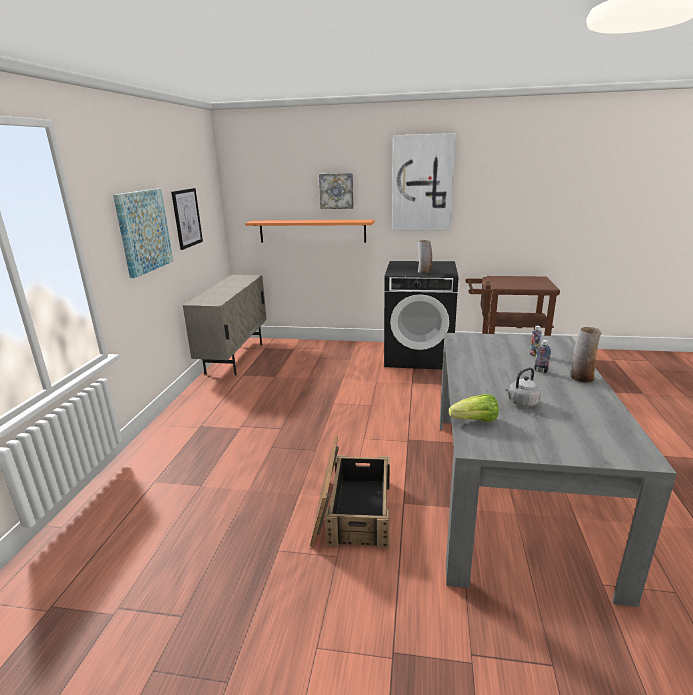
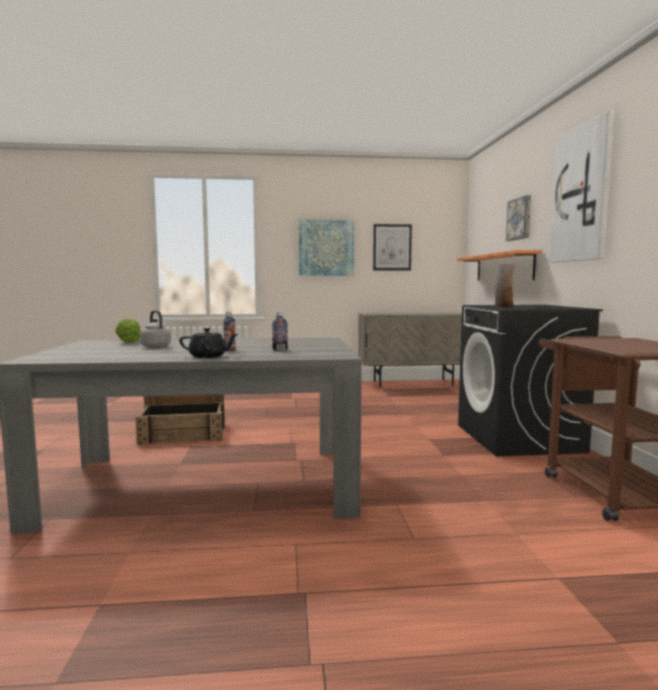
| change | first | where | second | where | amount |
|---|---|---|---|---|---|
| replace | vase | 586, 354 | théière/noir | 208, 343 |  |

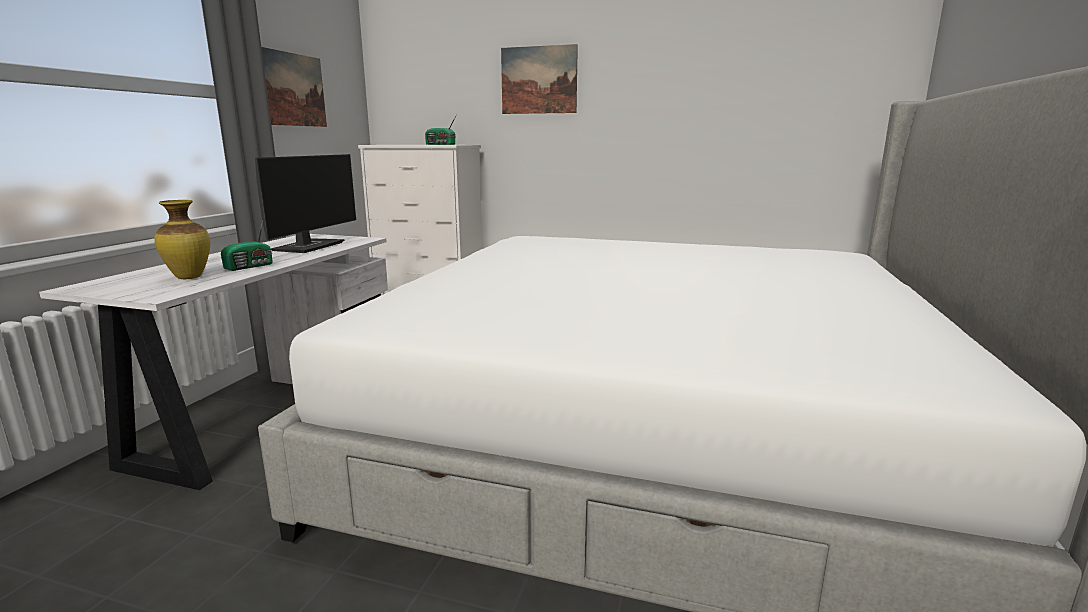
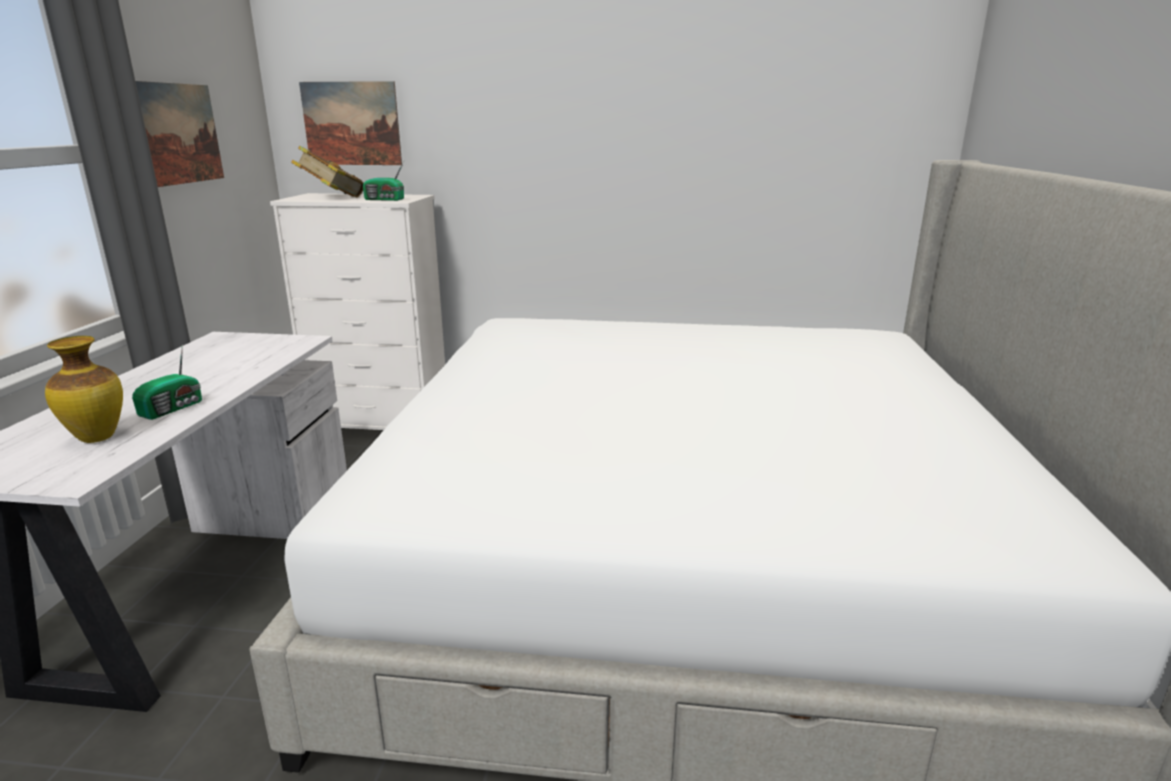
| change | first | where | second | where | amount |
|---|---|---|---|---|---|
| insert |  |  | livre | 327, 172 |  |
| move | tableau | 539, 79 |  | 350, 123 |  |
| delete | écran d'ordinateur | 305, 203 |  |  |  |

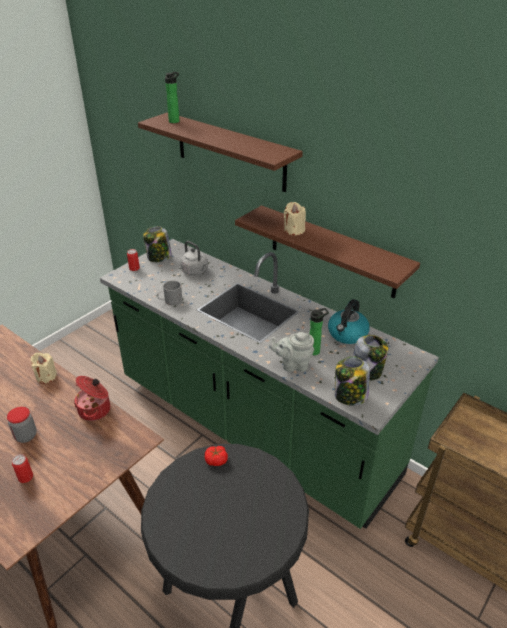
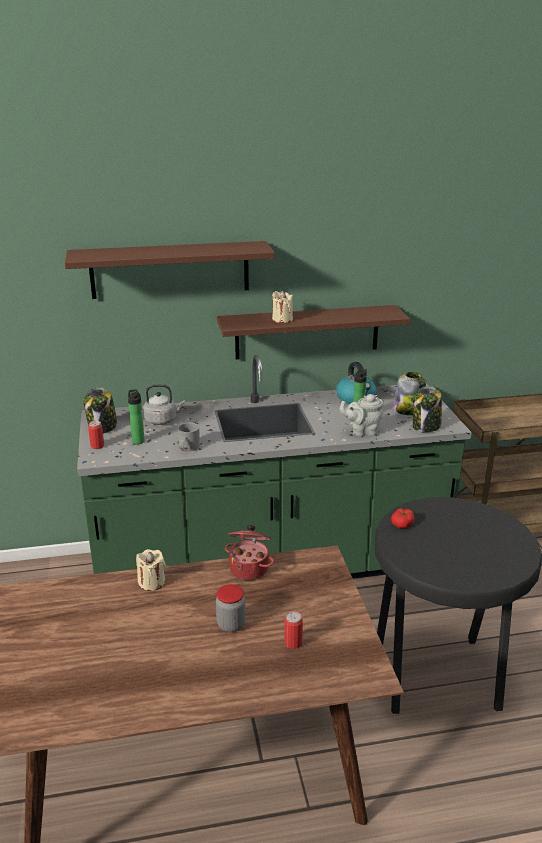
| change | first | where | second | where | amount |
|---|---|---|---|---|---|
| move | bouteille | 172, 97 |  | 136, 416 |  |
| rotate | théière/gris | 291, 352 |  | 361, 415 | 45 degrees clockwise |

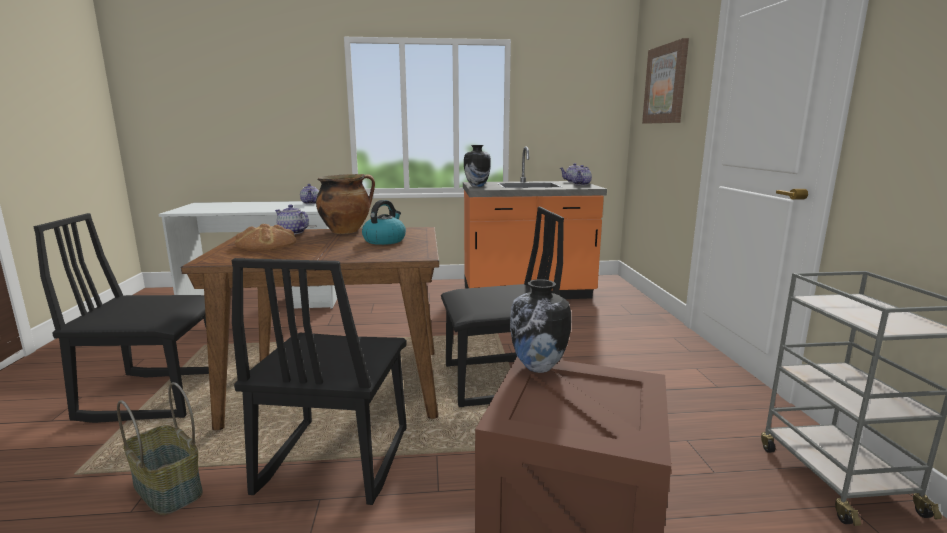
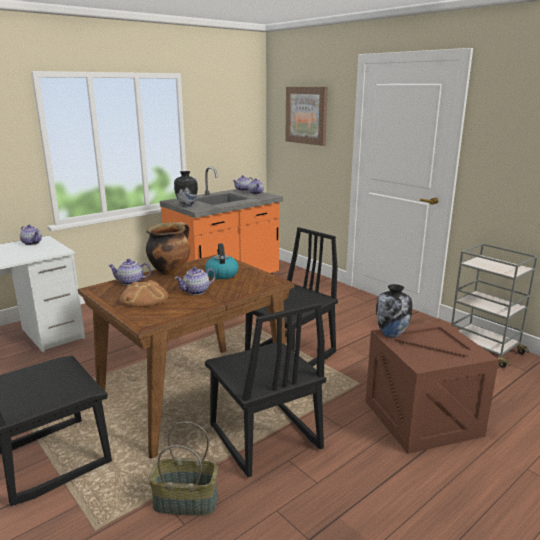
| change | first | where | second | where | amount |
|---|---|---|---|---|---|
| insert |  |  | théière | 195, 281 |  |

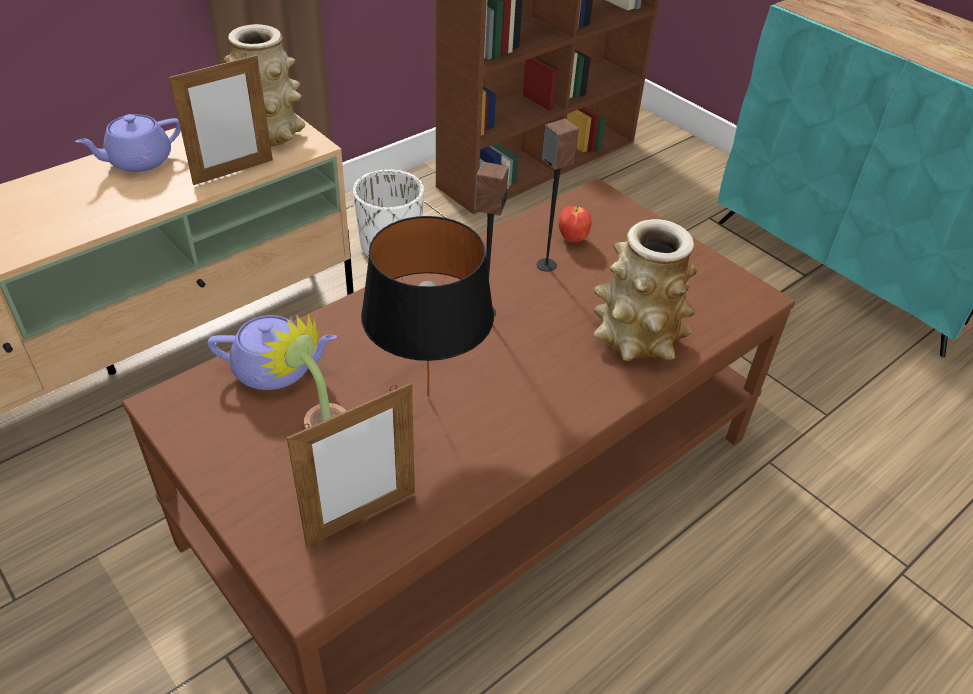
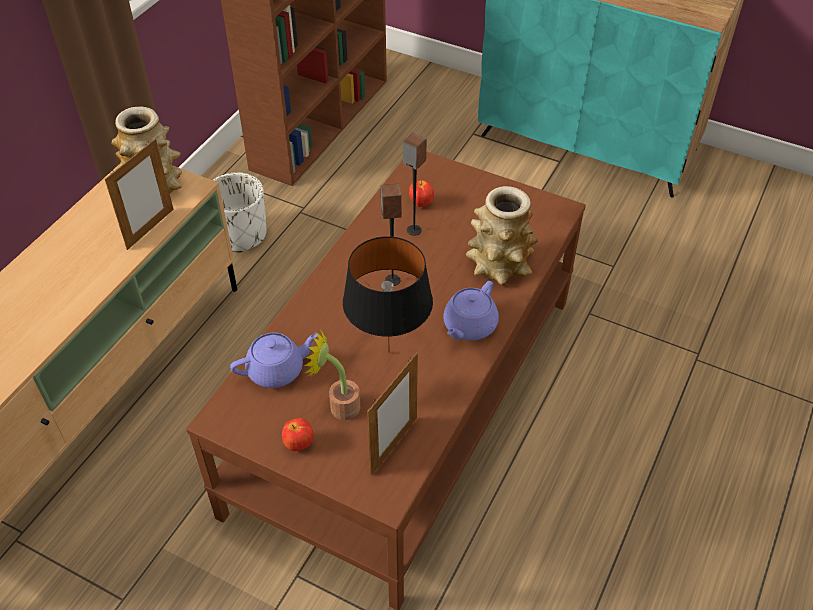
| change | first | where | second | where | amount |
|---|---|---|---|---|---|
| insert |  |  | pomme | 297, 434 |  |
| move | théière/violet | 128, 143 |  | 471, 310 |  |

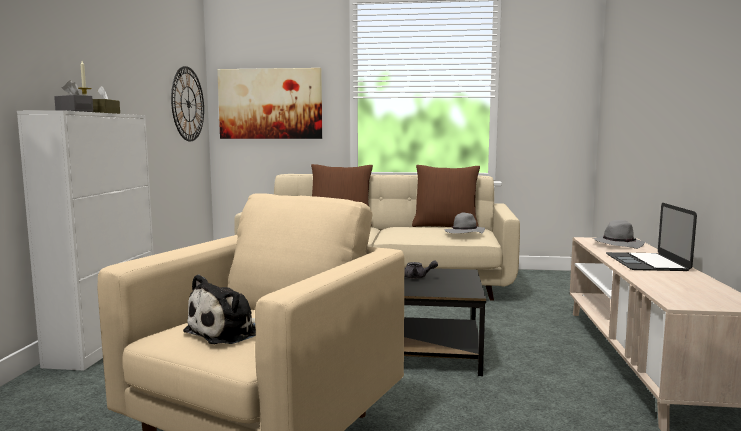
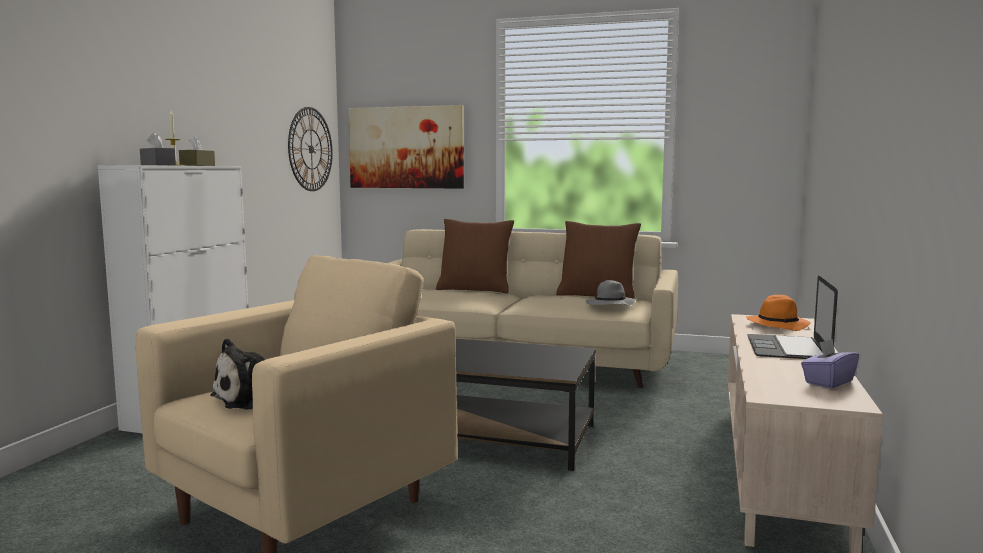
| change | first | where | second | where | amount |
|---|---|---|---|---|---|
| recolor | chapeau/gris | 619, 234 | chapeau/orange | 778, 313 |  |
| insert |  |  | boîte à mouchoirs/violet | 830, 364 |  |
| delete | théière/gris | 421, 269 |  |  |  |

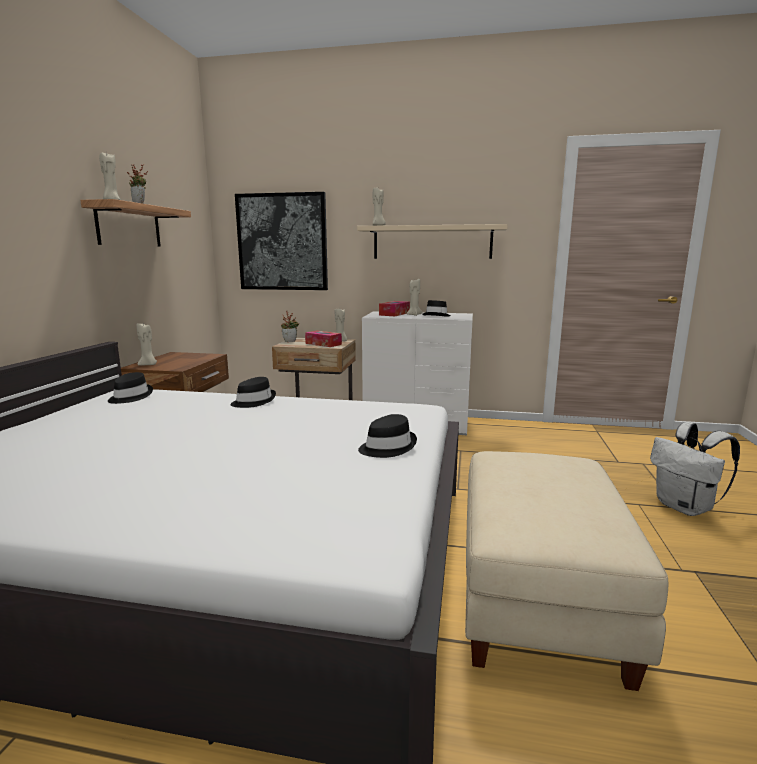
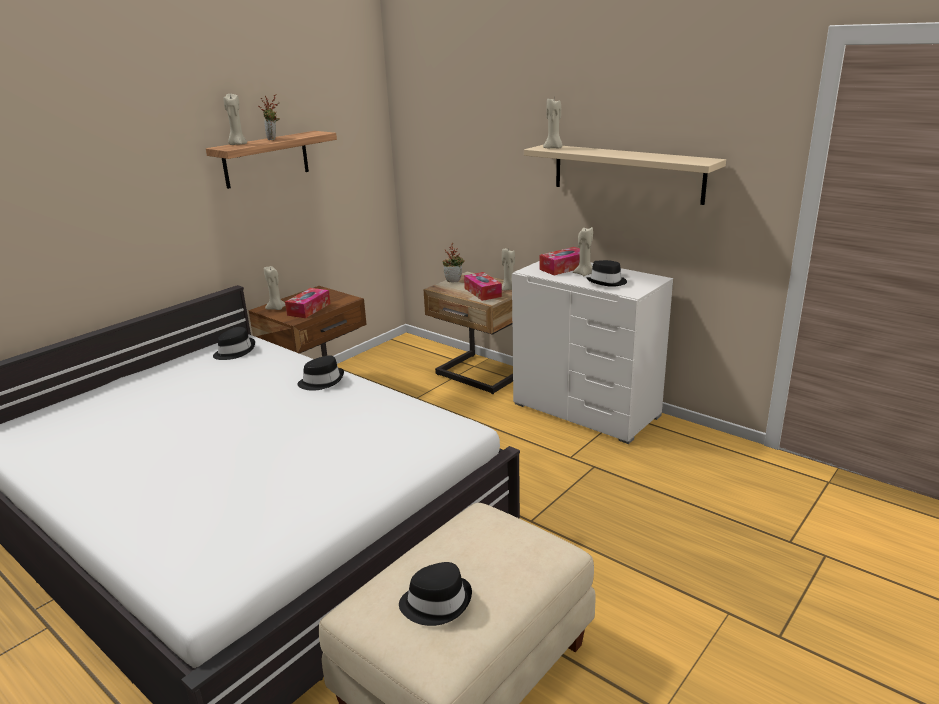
| change | first | where | second | where | amount |
|---|---|---|---|---|---|
| insert |  |  | boîte à mouchoirs | 308, 303 |  |
| move | chapeau/noir | 387, 436 |  | 435, 594 |  |
| delete | tableau | 281, 241 |  |  |  |
| delete | sac à dos/blanc | 695, 469 |  |  |  |

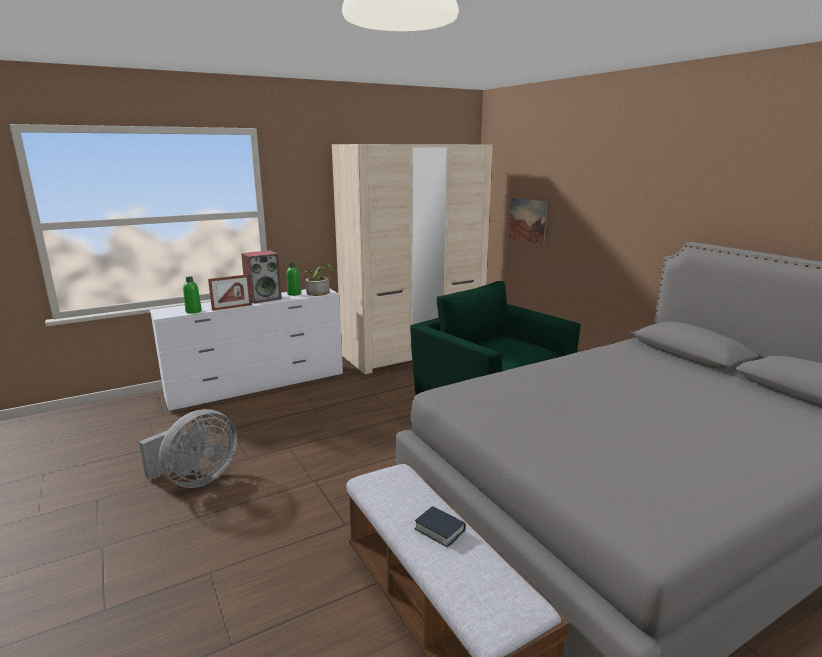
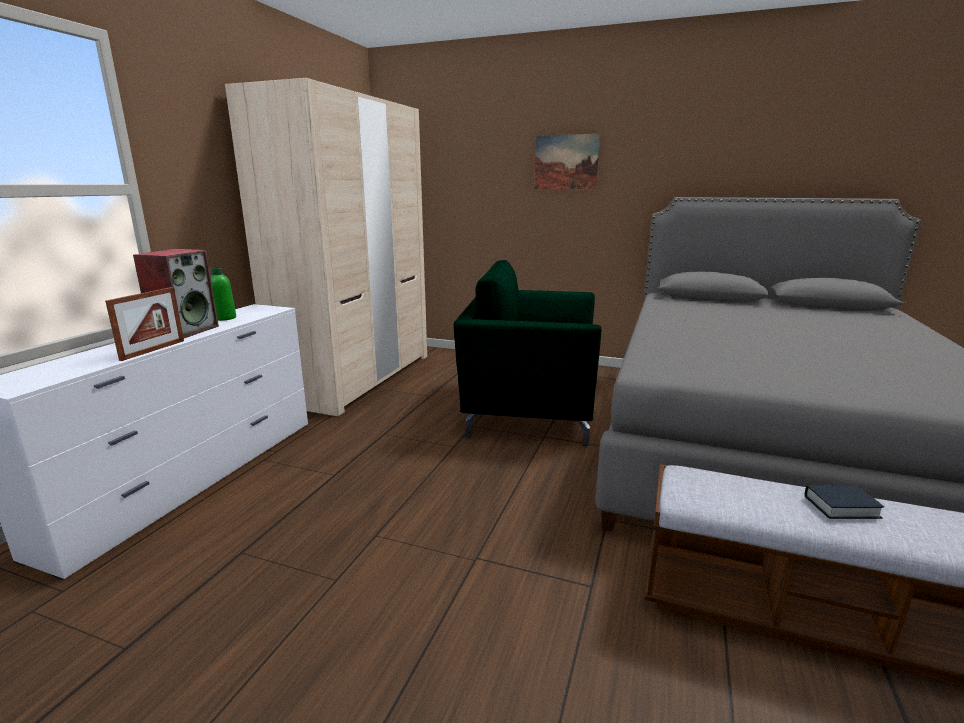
| change | first | where | second | where | amount |
|---|---|---|---|---|---|
| move | tableau | 528, 221 |  | 567, 161 |  |
| delete | ventilateur/gris | 188, 448 |  |  |  |
| delete | bouteille/vert | 192, 295 |  |  |  |
| delete | plante en pot | 318, 280 |  |  |  |

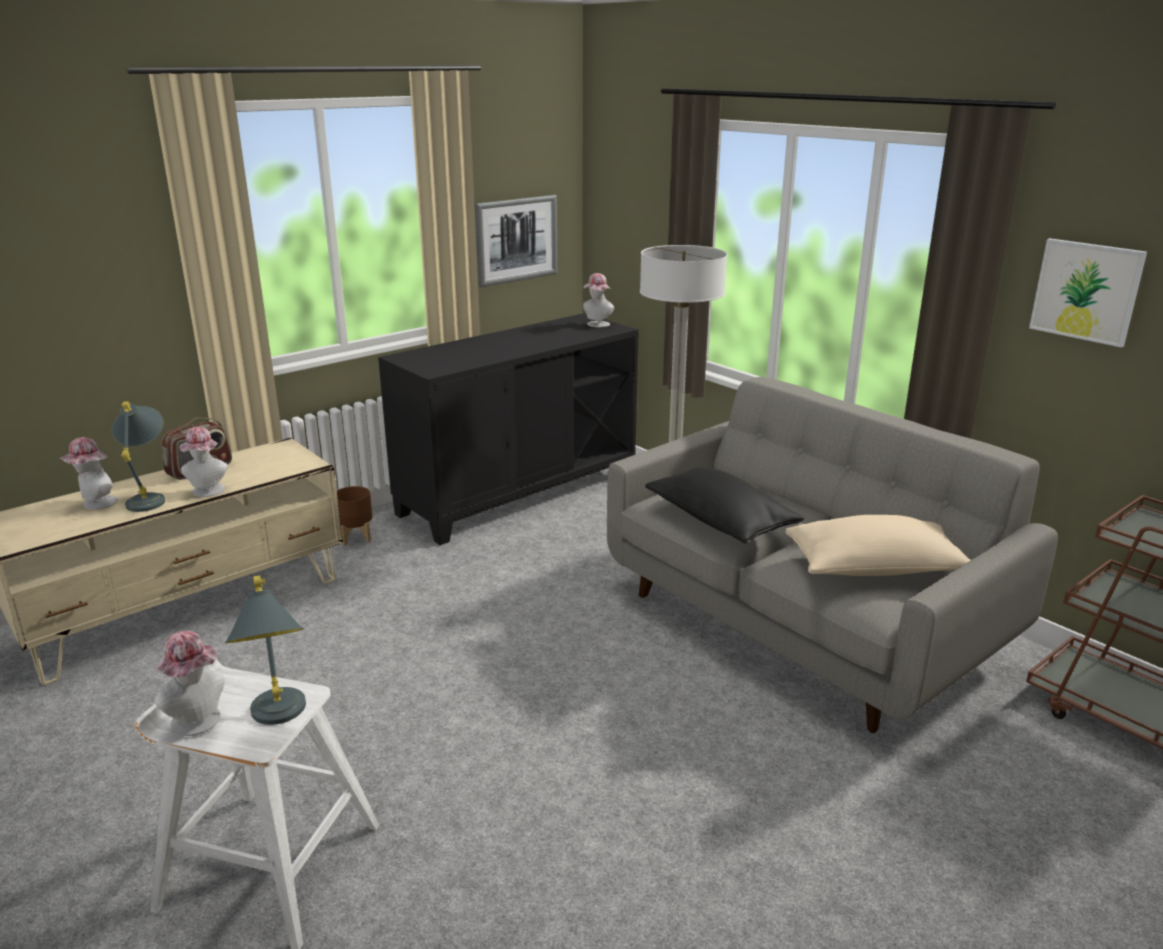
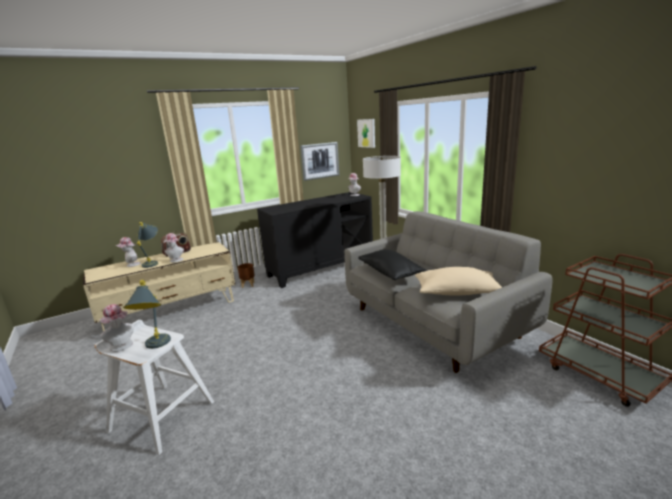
| change | first | where | second | where | amount |
|---|---|---|---|---|---|
| move | tableau | 1088, 292 |  | 366, 133 |  |

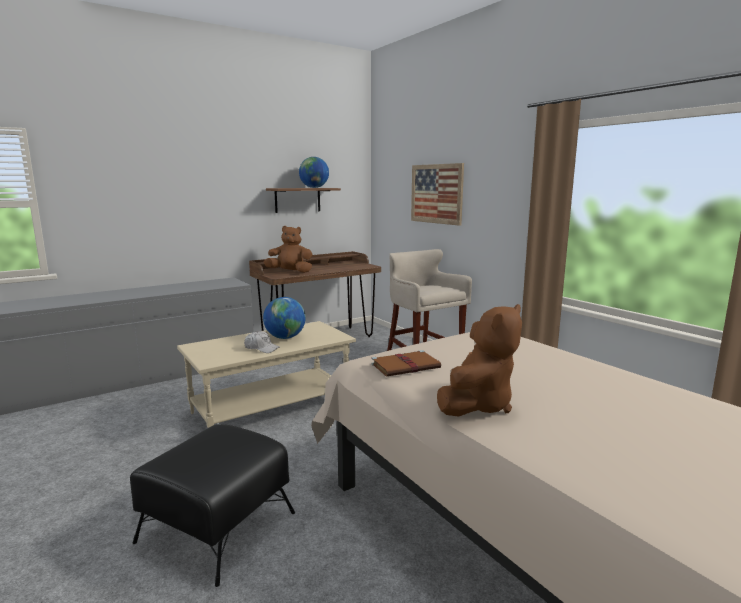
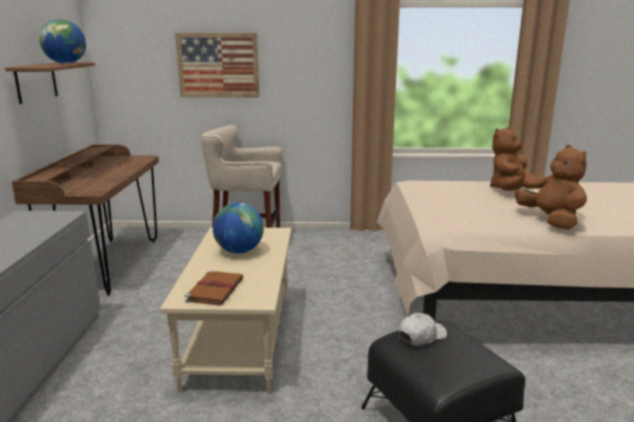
| change | first | where | second | where | amount |
|---|---|---|---|---|---|
| move | livre/marron | 406, 363 |  | 214, 288 |  |
| move | casquette/blanc | 261, 342 |  | 423, 329 |  |
| move | peluche/marron | 288, 249 |  | 512, 159 |  |

